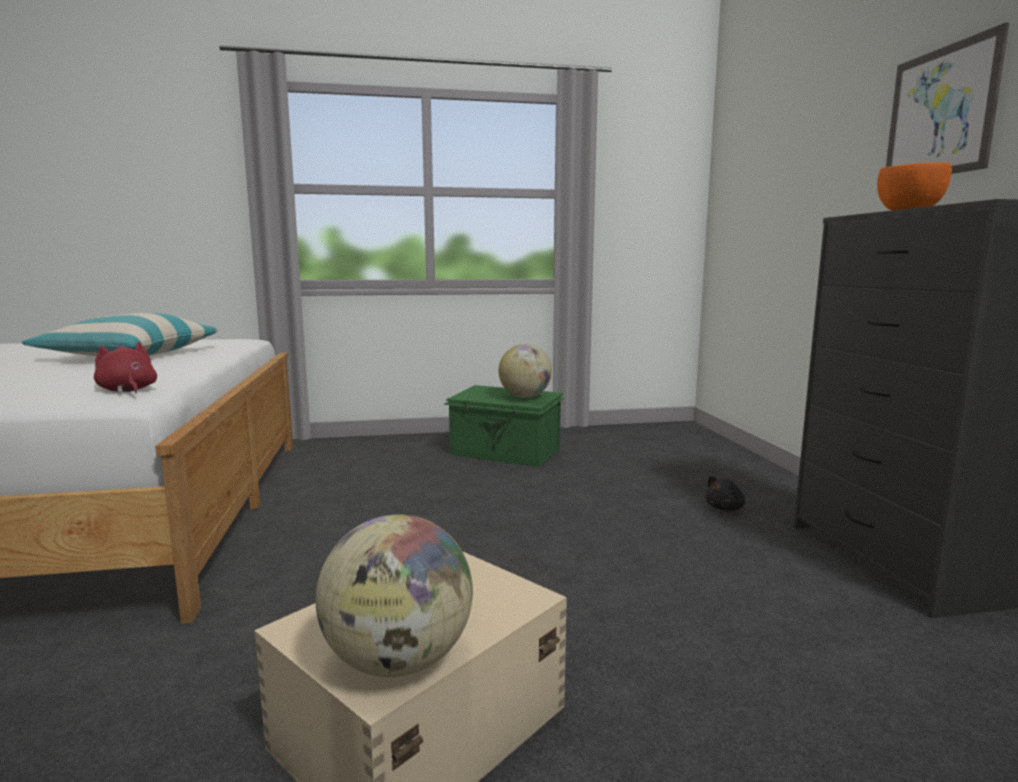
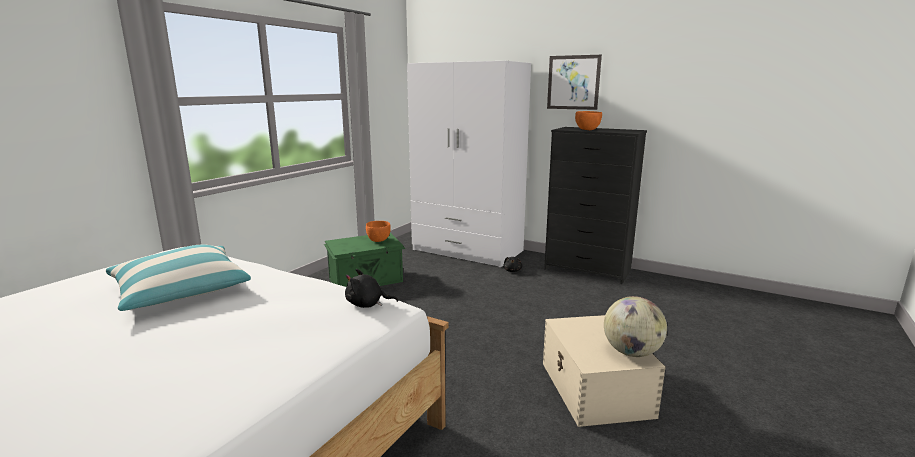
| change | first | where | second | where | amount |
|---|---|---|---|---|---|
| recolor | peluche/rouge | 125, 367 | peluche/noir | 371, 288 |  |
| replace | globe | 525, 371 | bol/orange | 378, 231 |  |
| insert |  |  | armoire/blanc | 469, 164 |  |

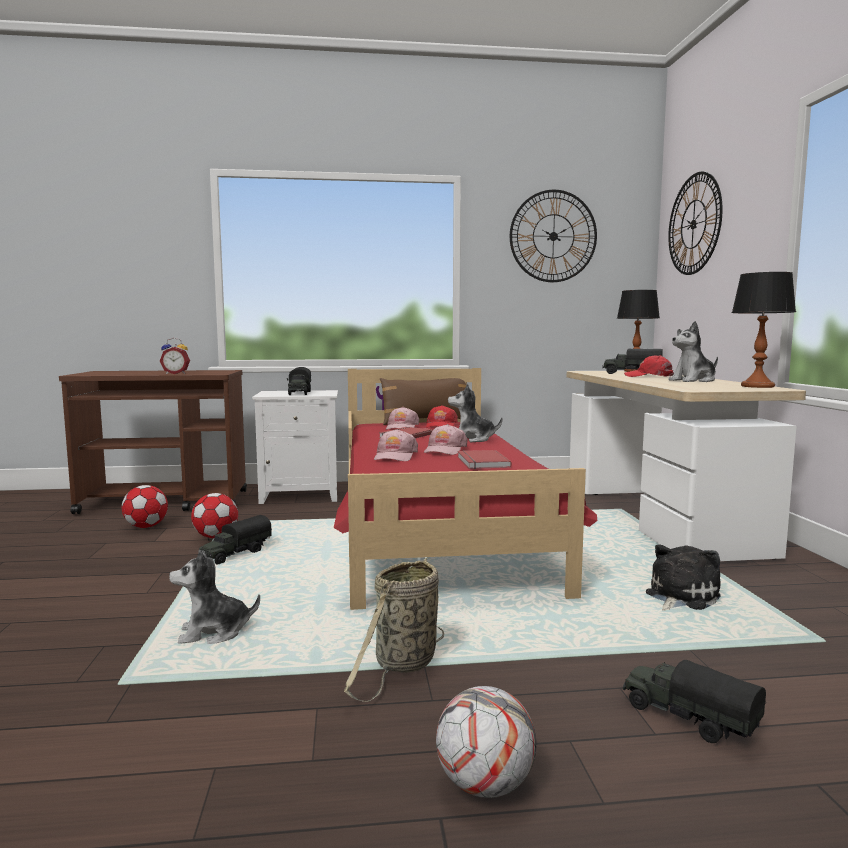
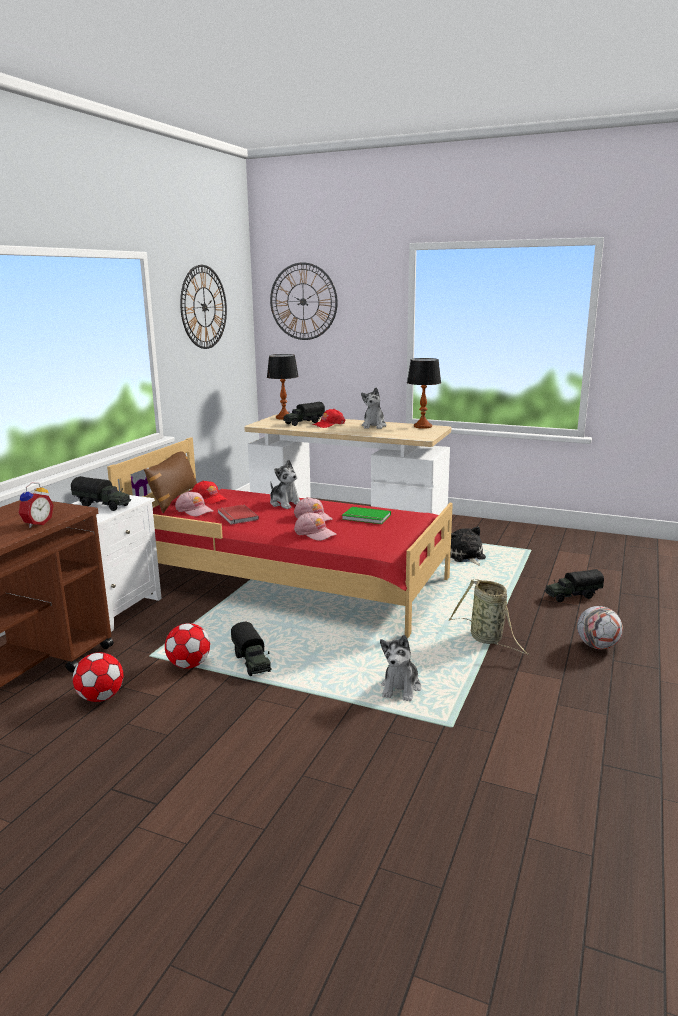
| change | first | where | second | where | amount |
|---|---|---|---|---|---|
| rotate | peluche | 475, 412 |  | 285, 484 | 75 degrees counterclockwise |
| recolor | livre/rouge | 484, 459 | livre/vert | 366, 515 |  |

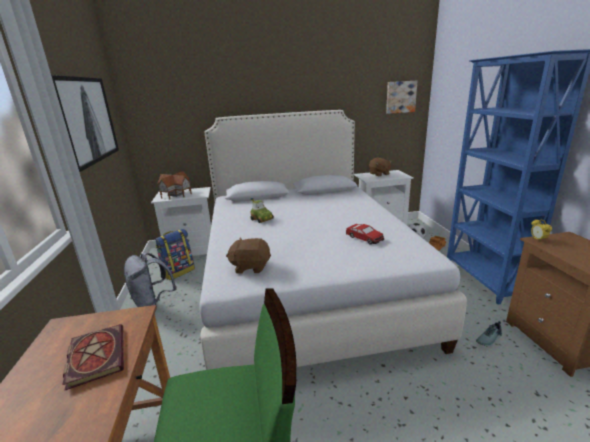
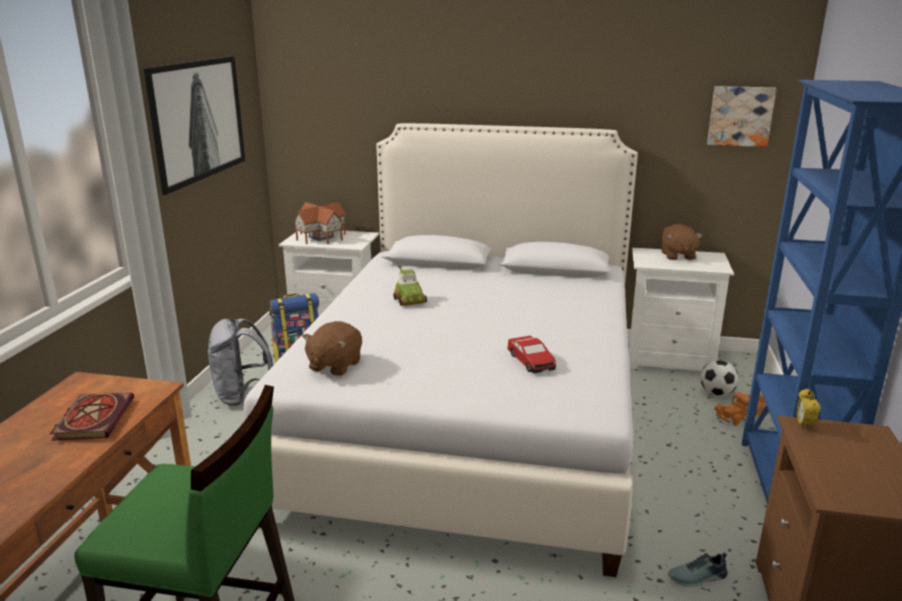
| change | first | where | second | where | amount |
|---|---|---|---|---|---|
| rotate | peluche/marron | 248, 255 |  | 332, 348 | 90 degrees counterclockwise |

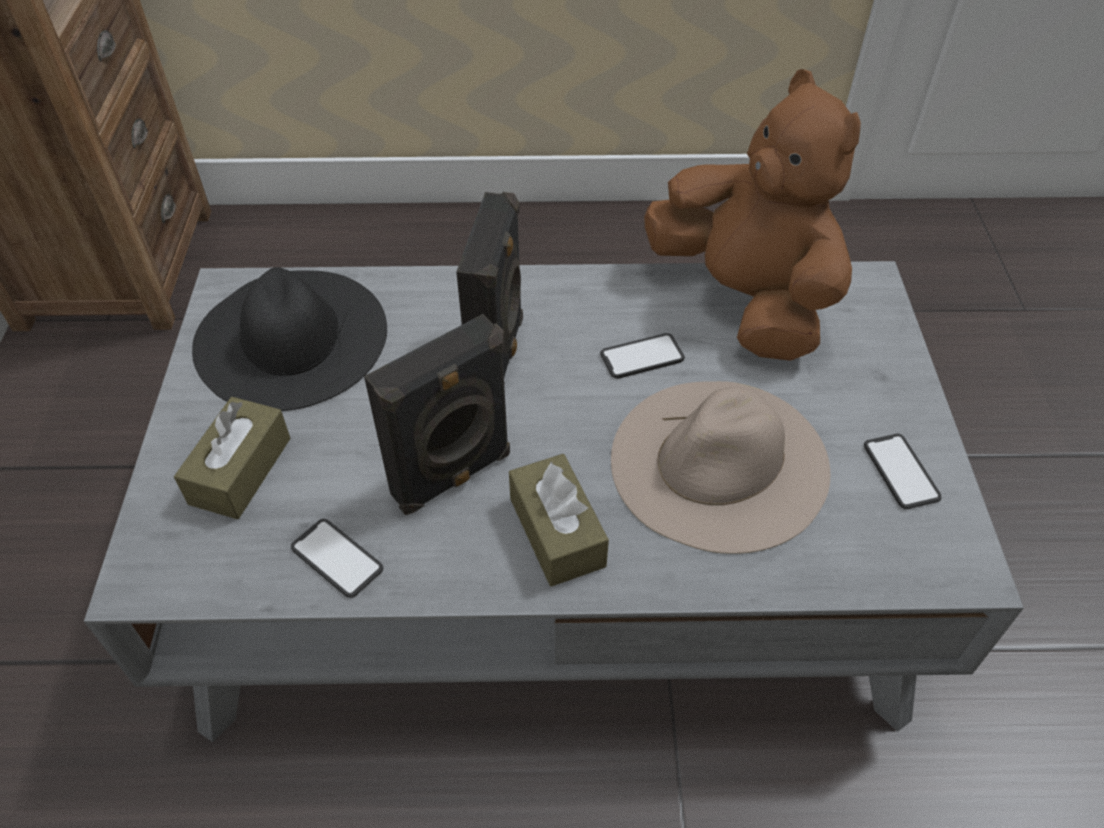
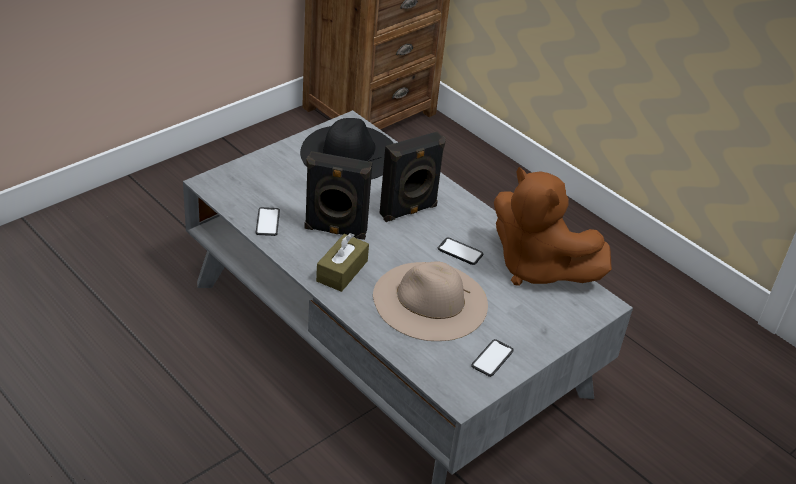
| change | first | where | second | where | amount |
|---|---|---|---|---|---|
| rotate | peluche/marron | 752, 215 |  | 553, 226 | 120 degrees clockwise |
| delete | boîte à mouchoirs/marron | 232, 458 |  |  |  |

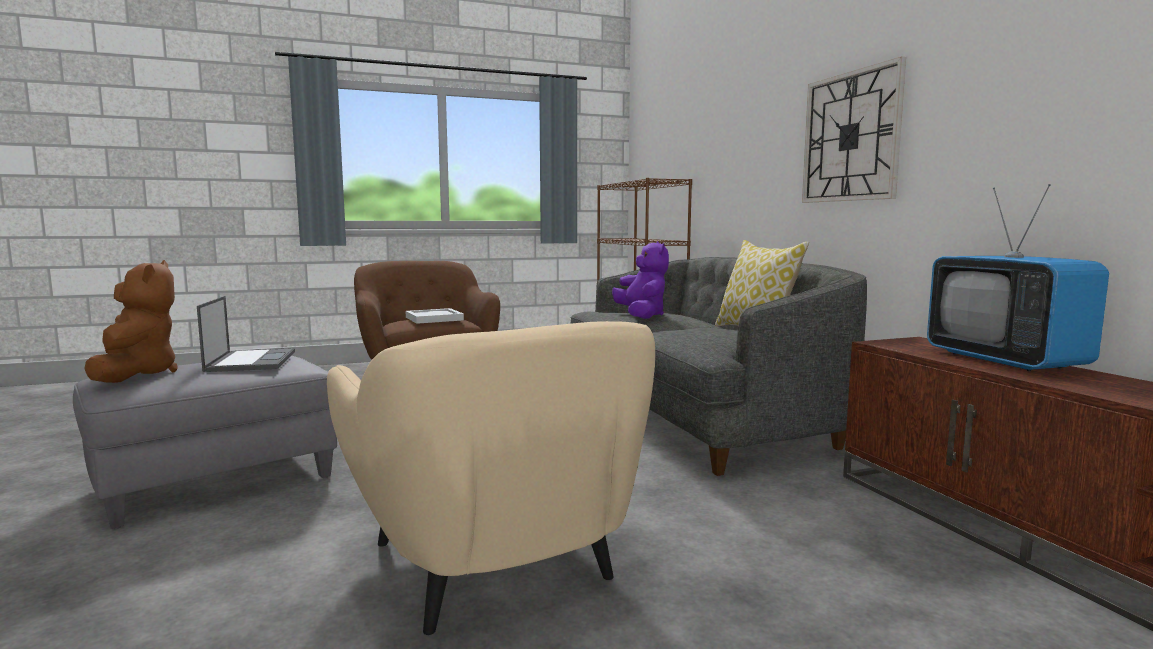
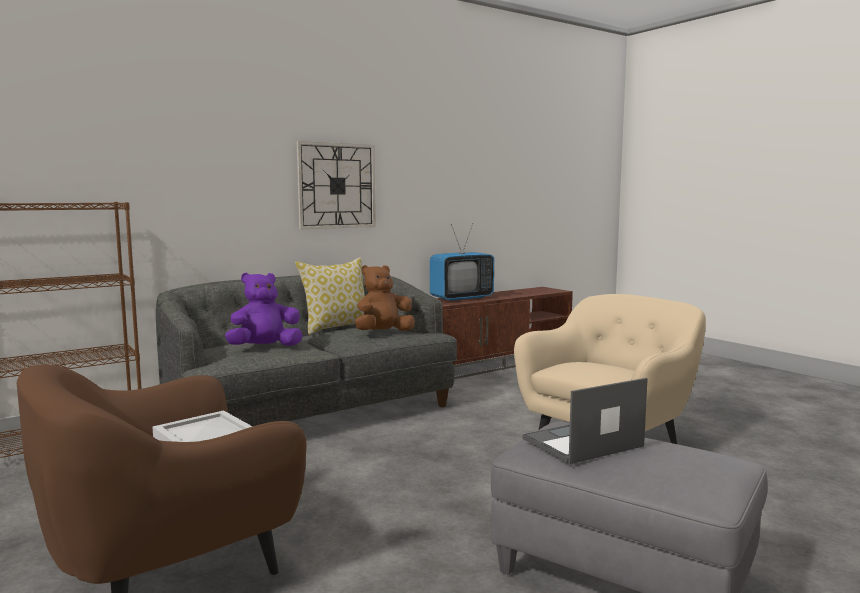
| change | first | where | second | where | amount |
|---|---|---|---|---|---|
| move | peluche/marron | 131, 321 |  | 385, 298 |  |

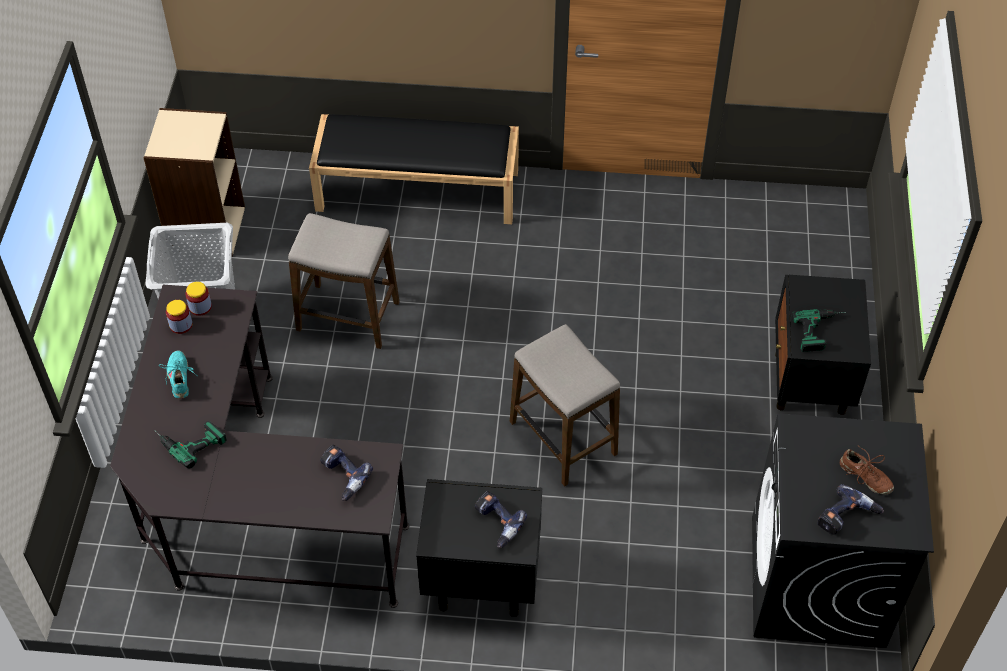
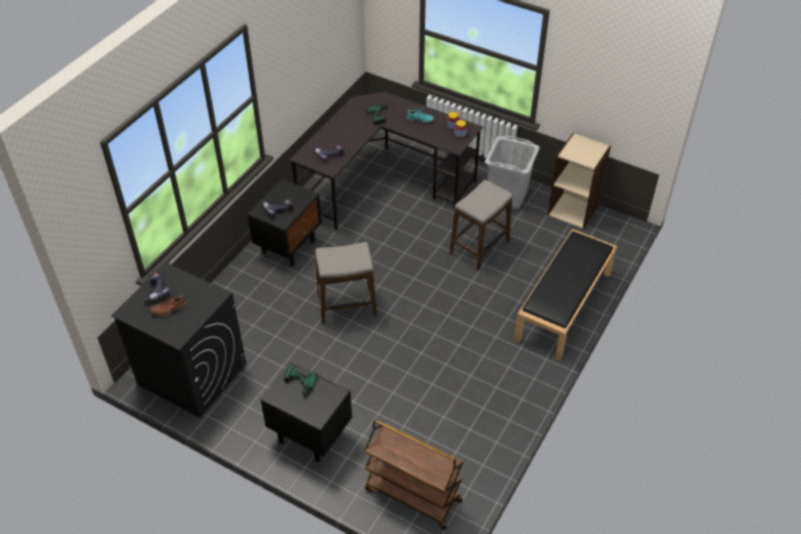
| change | first | where | second | where | amount |
|---|---|---|---|---|---|
| insert |  |  | chariot/marron | 413, 475 |  |

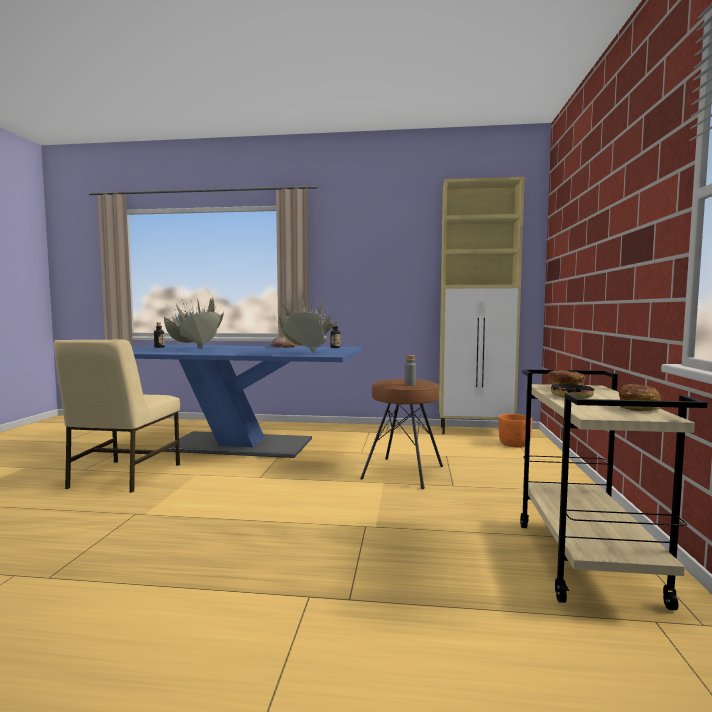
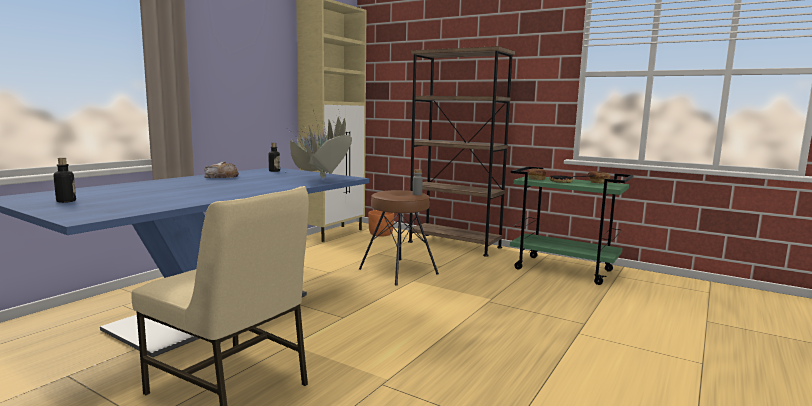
| change | first | where | second | where | amount |
|---|---|---|---|---|---|
| insert |  |  | bibliothèque/marron | 461, 151 |  |
| recolor | chariot/beige | 613, 489 | chariot/vert | 572, 225 |  |
| delete | plante en pot | 194, 318 |  |  |  |

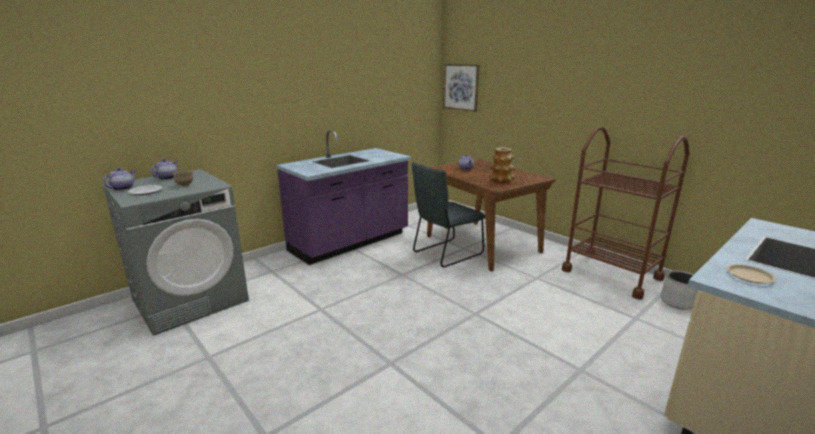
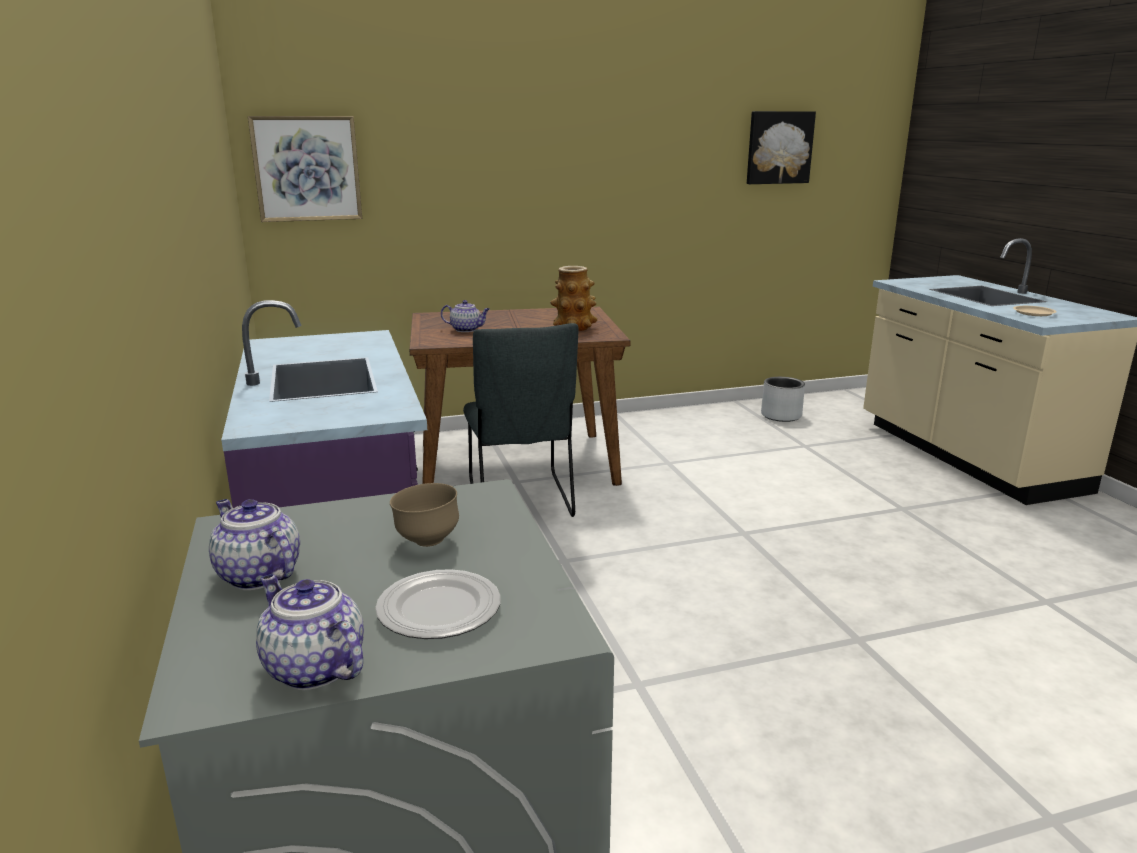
| change | first | where | second | where | amount |
|---|---|---|---|---|---|
| insert |  |  | tableau | 781, 147 |  |
| delete | chariot/marron | 626, 213 |  |  |  |

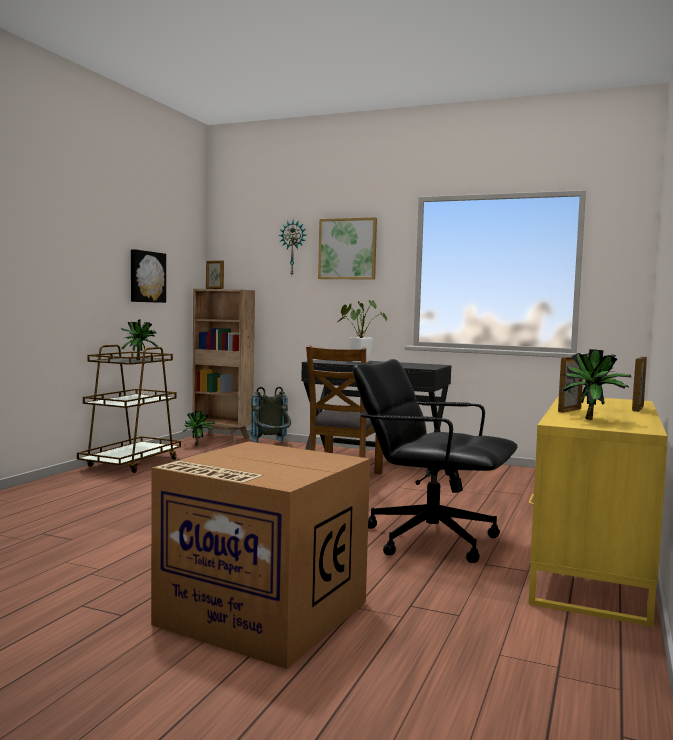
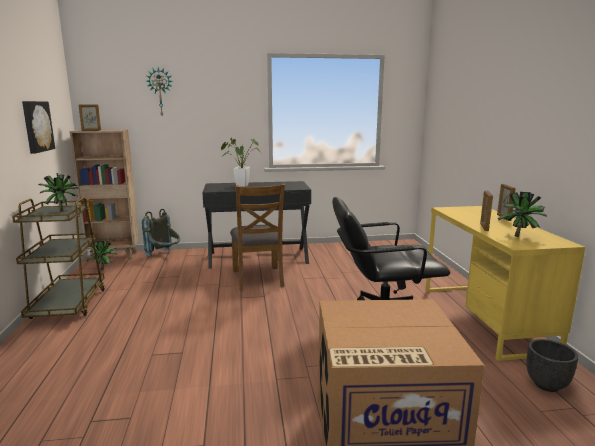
| change | first | where | second | where | amount |
|---|---|---|---|---|---|
| insert |  |  | cache-pot/noir | 552, 365 |  |
| delete | tableau | 347, 248 |  |  |  |

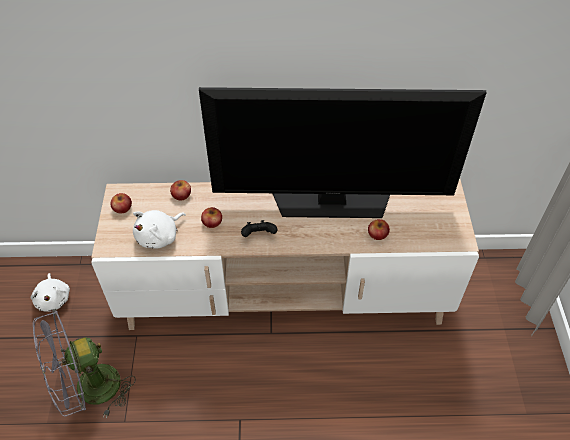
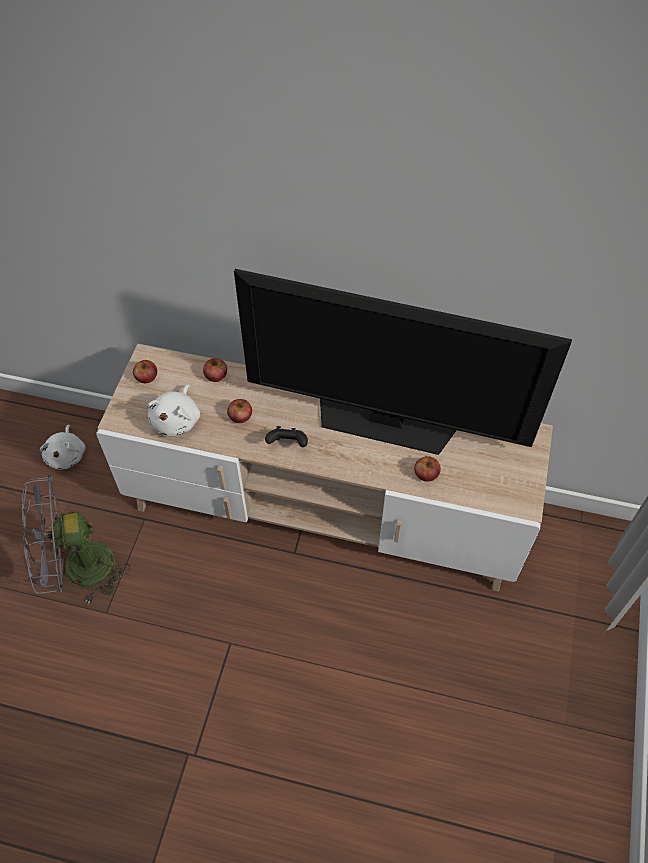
| change | first | where | second | where | amount |
|---|---|---|---|---|---|
| rotate | peluche/blanc | 159, 229 |  | 173, 410 | 45 degrees counterclockwise |

